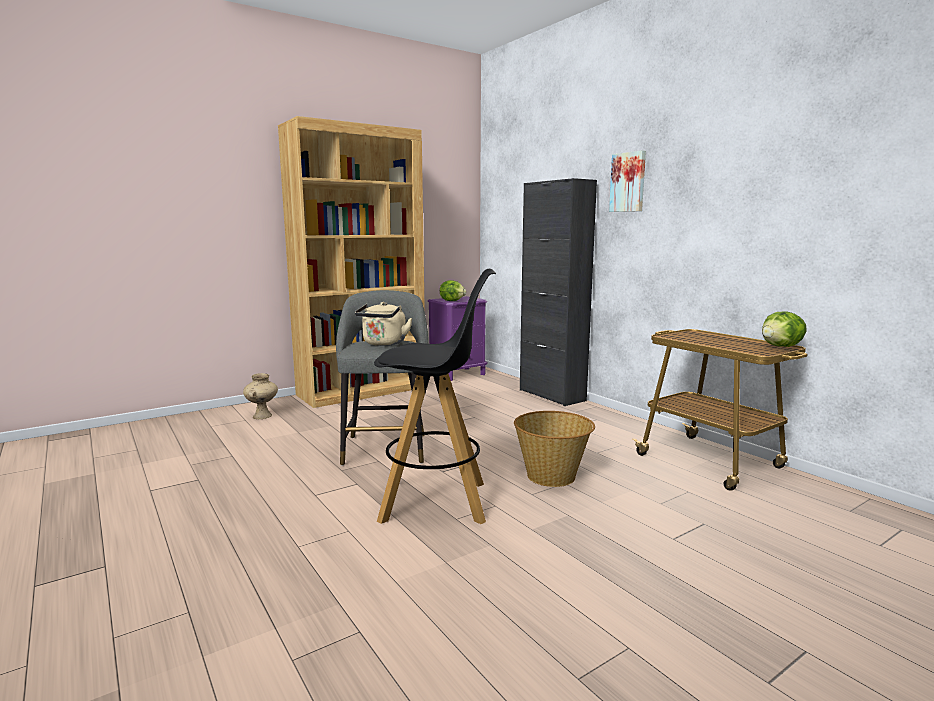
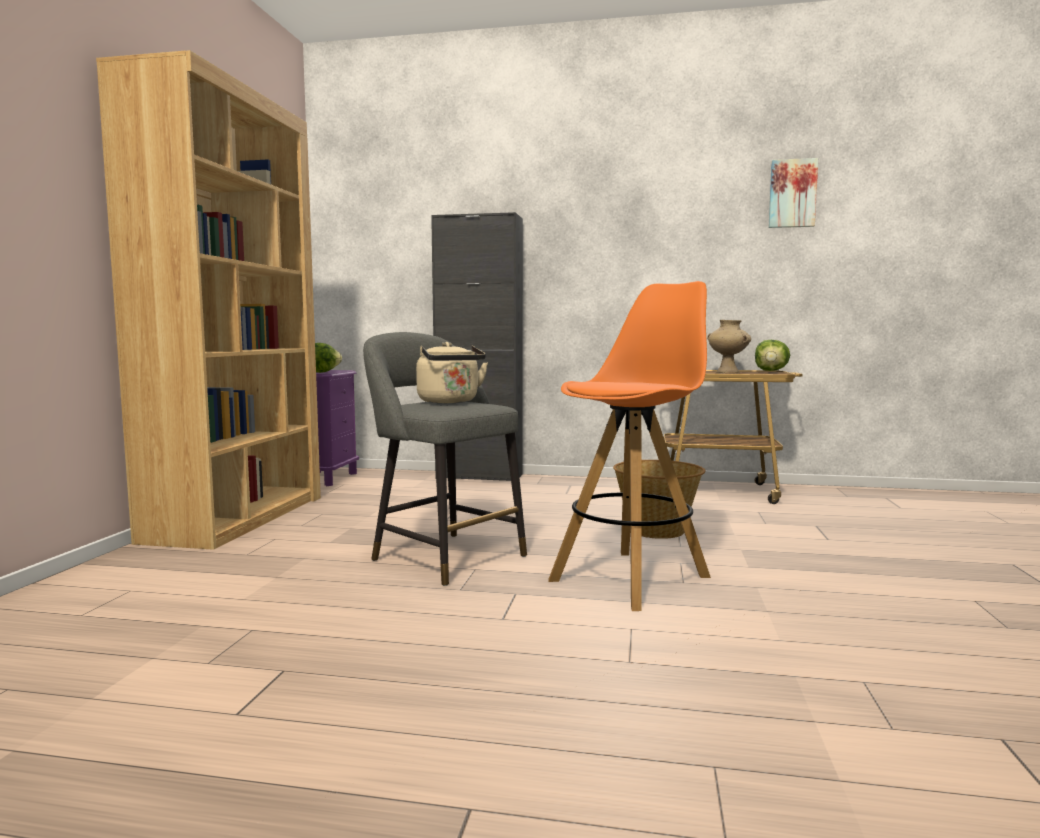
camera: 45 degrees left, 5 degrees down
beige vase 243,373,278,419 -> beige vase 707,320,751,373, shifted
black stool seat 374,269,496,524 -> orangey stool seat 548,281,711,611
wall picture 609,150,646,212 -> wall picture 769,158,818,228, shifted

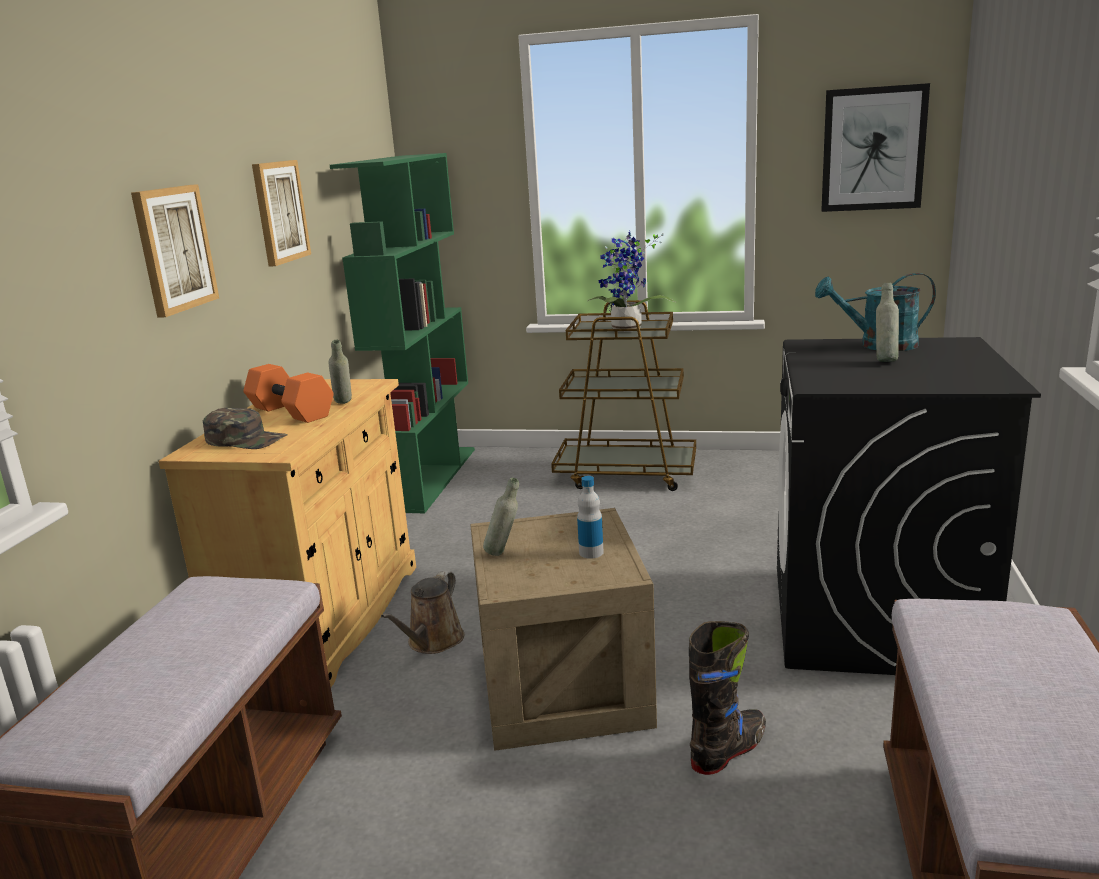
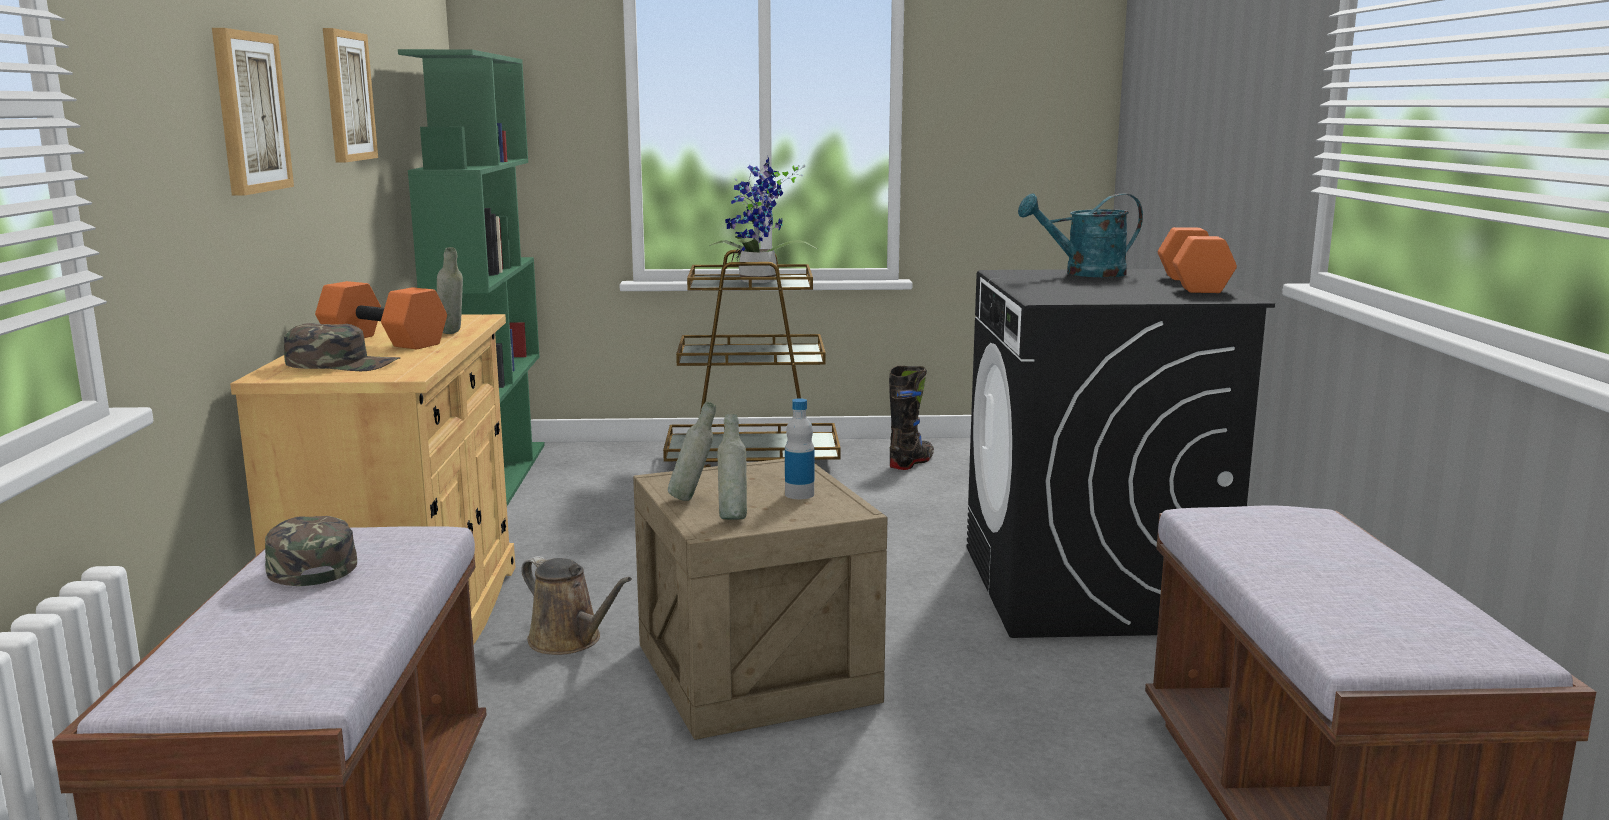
camera: 15 degrees left, 5 degrees down
brownish watering can 381,571,464,654 -> brownish watering can 521,556,632,655, 60 degrees counterclockwise
black tall boot 689,621,766,775 -> black tall boot 889,365,934,470, shifted
wall picture 821,83,930,212 -> none
greyish bottle 876,283,899,362 -> greyish bottle 717,414,747,520, shifted
none -> green-coloured peaked cap 265,516,357,586
none -> orangey free weight 1158,227,1237,293

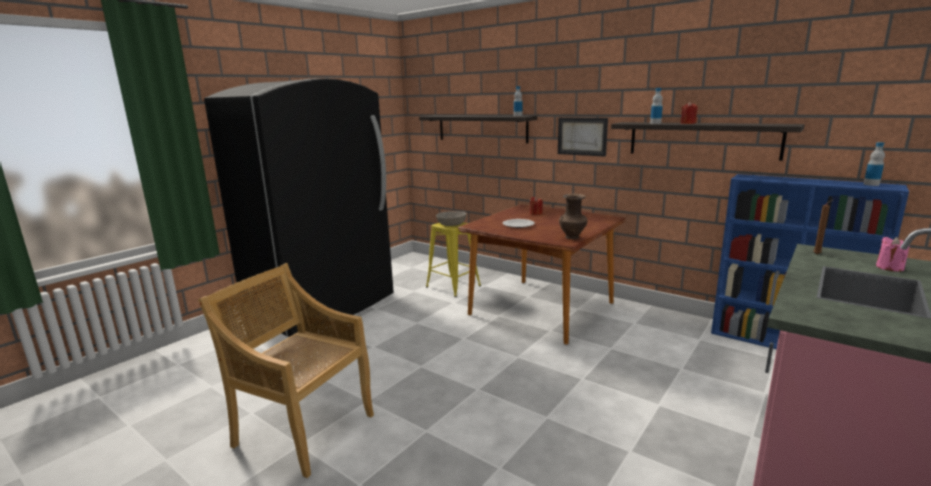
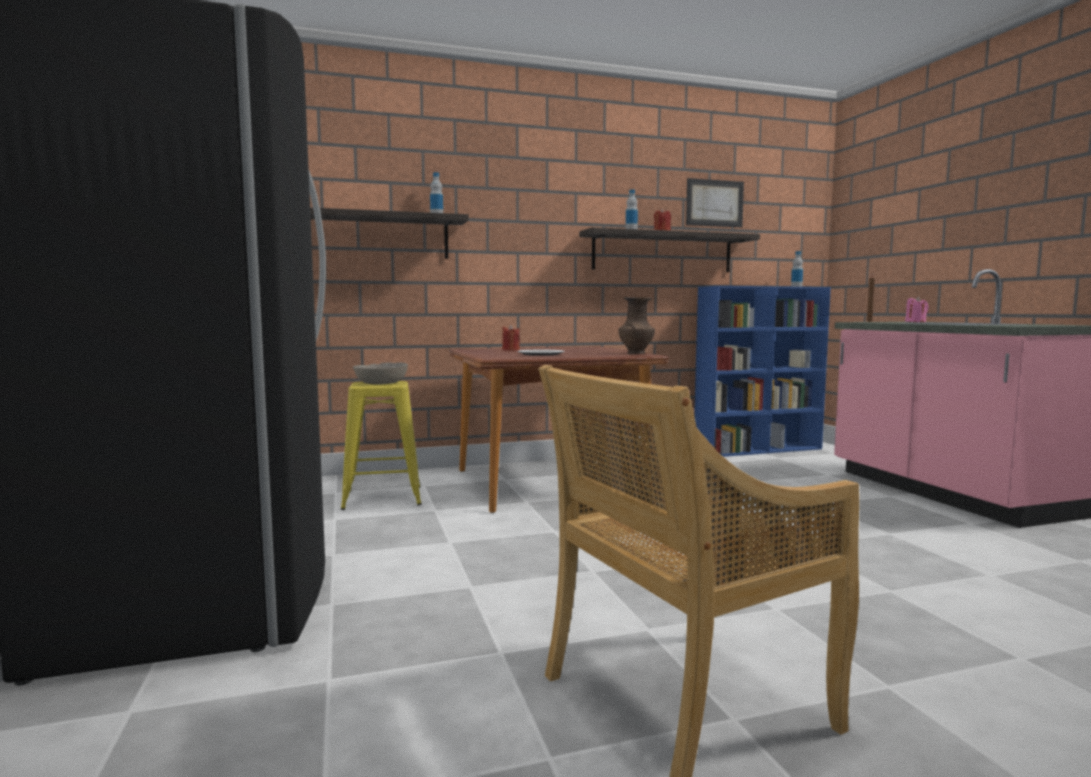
camera: 55 degrees left, 10 degrees down
wall picture 558,118,608,157 -> wall picture 686,178,744,227, shifted

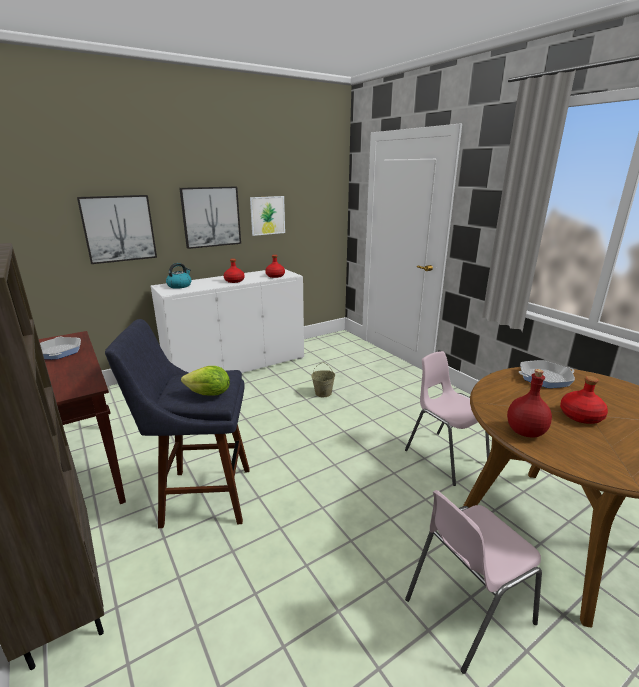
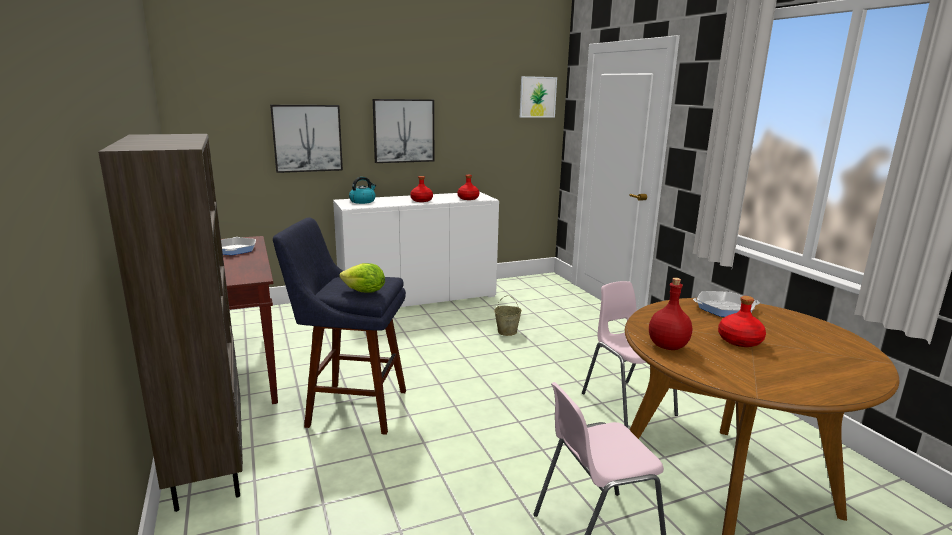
camera: 10 degrees right, 5 degrees down
wall picture 250,196,285,236 -> wall picture 520,76,557,118, shifted

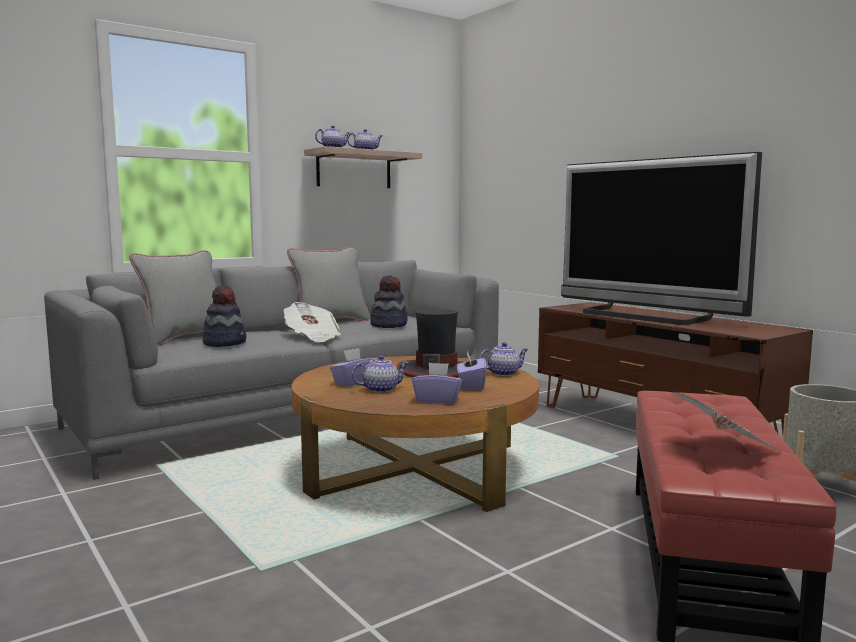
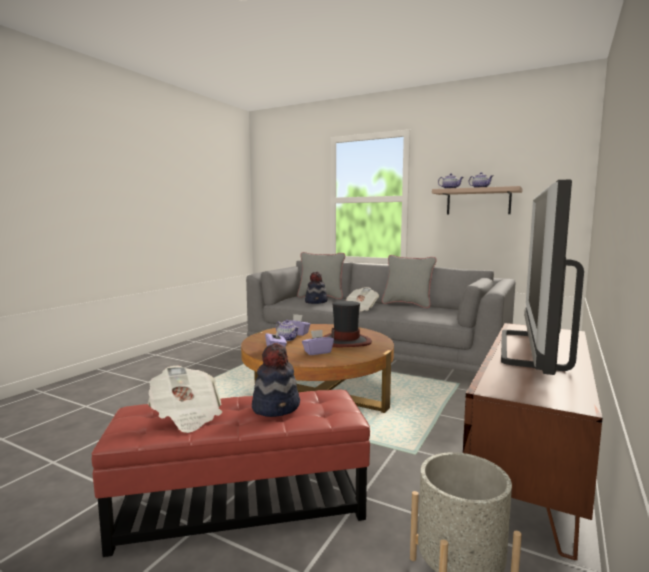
camera: 65 degrees right, 0 degrees up
hat 370,275,408,328 -> hat 252,343,300,417, shifted
teapot 479,342,528,376 -> none

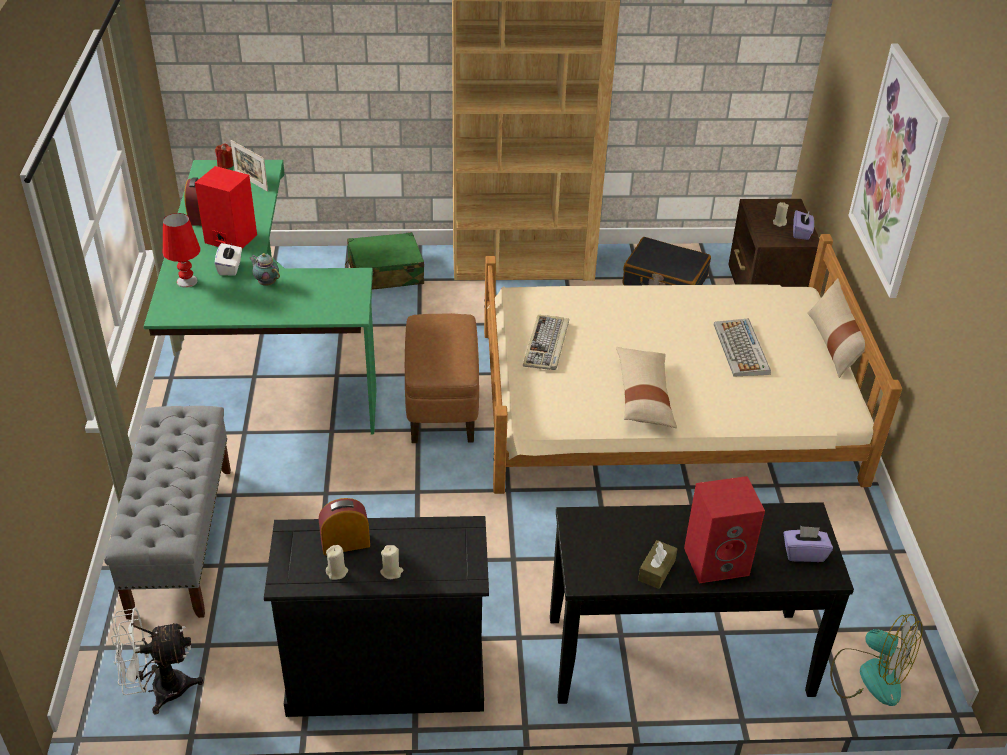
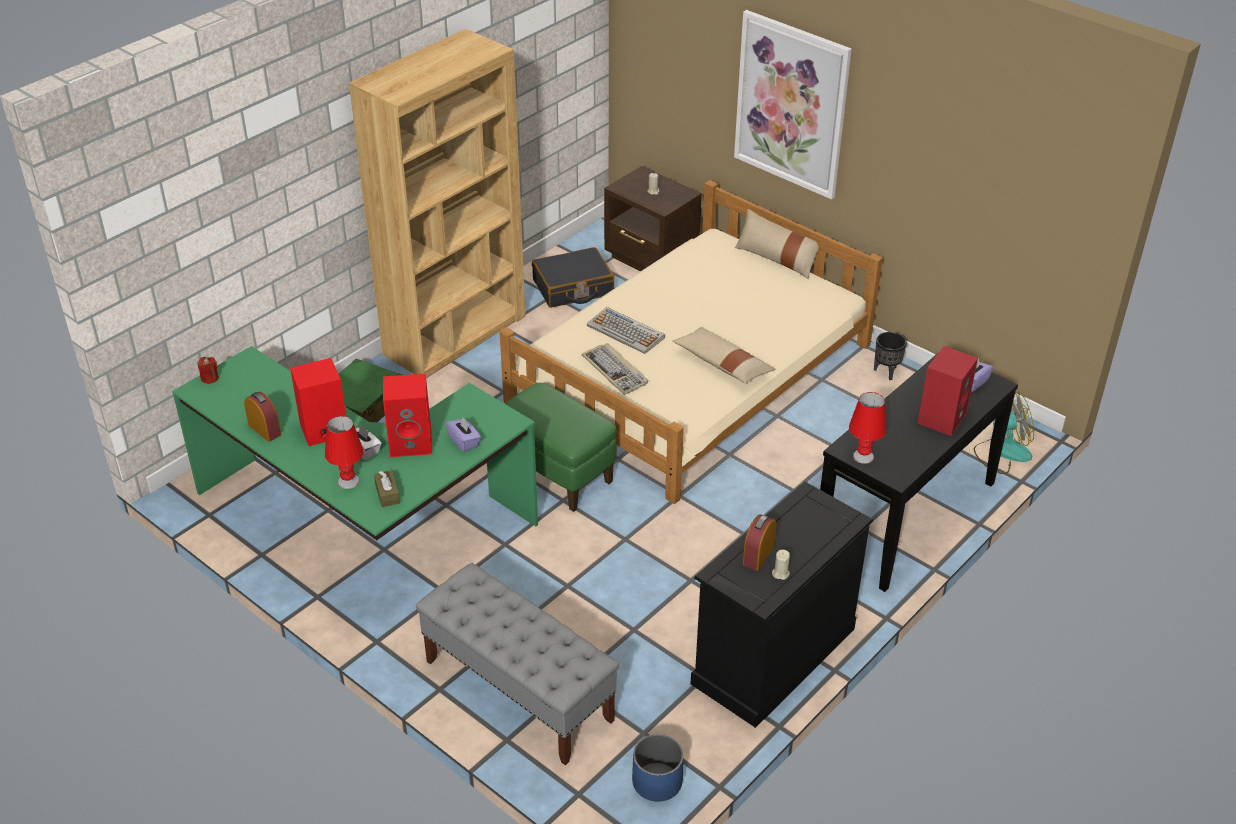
camera: 45 degrees left, 0 degrees up
white-coloured fan 111,608,204,715 -> blue-coloured plant pot 632,734,684,802
standing frame 230,140,268,192 -> none
teapot 249,253,280,286 -> reddish audio speaker 383,374,432,457
beige candle 380,545,403,579 -> none
brownish ottoman 405,313,479,443 -> green-coloured ottoman 505,383,617,512
brownish tissue holder 638,540,678,589 -> brownish tissue holder 374,470,400,507, shifted
keyboard 714,319,771,377 -> keyboard 587,307,665,354, shifted
purple-coloured tissue holder 793,210,814,240 -> purple-coloured tissue holder 445,416,481,452, shifted
none -> reddish tabletop lamp 849,392,887,464
none -> black plant pot 874,332,907,380

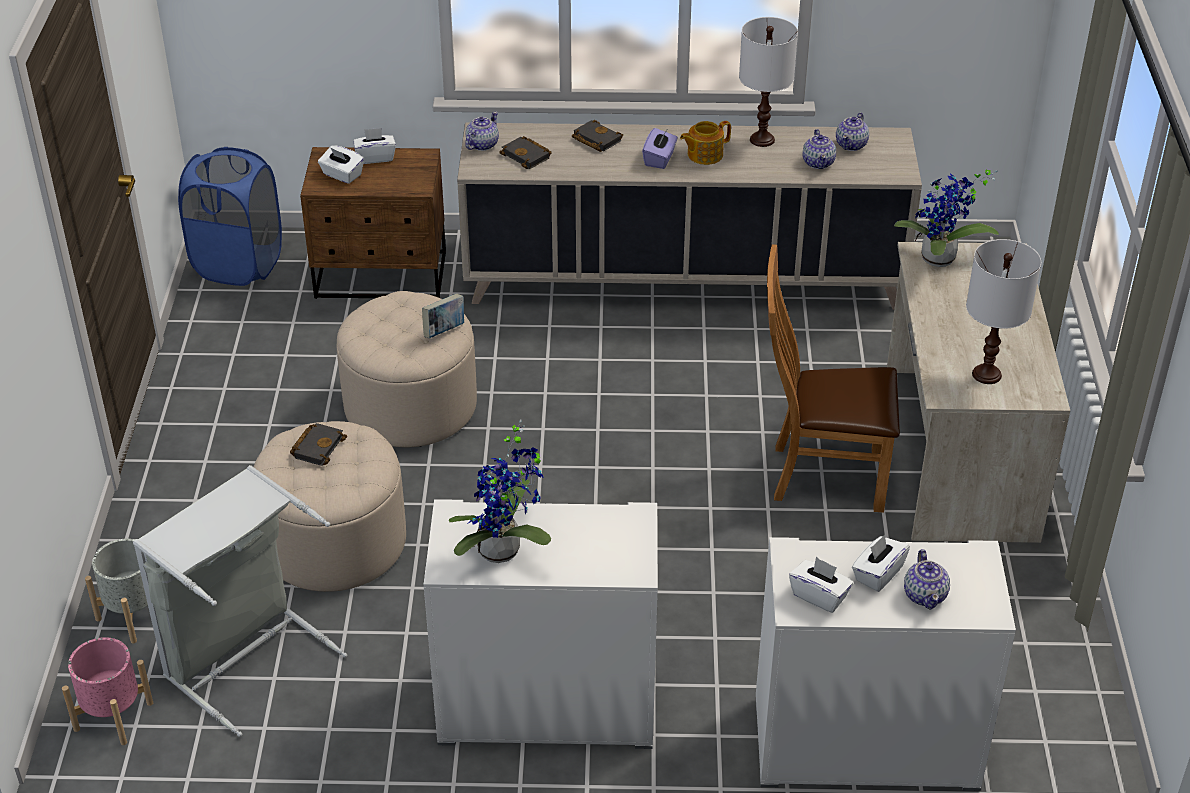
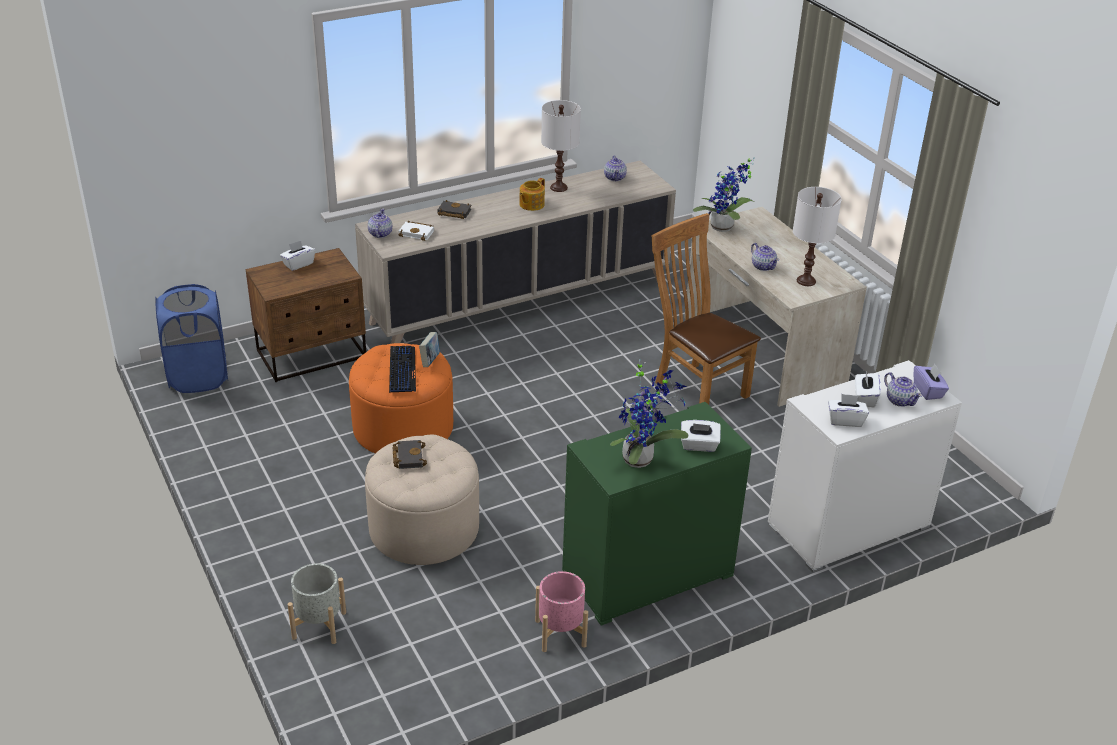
camera: 30 degrees left, 5 degrees down
pink plant pot 62,637,153,745 -> pink plant pot 535,571,588,652, shifted
greyish washing basket 133,465,347,737 -> none
white-coloured tissue holder 318,145,364,184 -> white-coloured tissue holder 681,420,721,452, shifted
beige ottoman 337,291,477,447 -> orangey ottoman 349,343,453,454
white-coloured drawer chest 424,499,658,749 -> green-coloured drawer chest 562,402,752,625
black book 499,136,552,169 -> white-coloured book 398,221,434,241
purple-coloured tissue holder 642,128,678,169 -> purple-coloured tissue holder 914,364,949,400, shifted
brownish plain chair 767,245,900,513 -> brownish plain chair 652,213,761,405, 75 degrees clockwise
teapot 802,129,836,169 -> teapot 751,243,779,271, shifted
none -> keyboard 389,346,416,393

